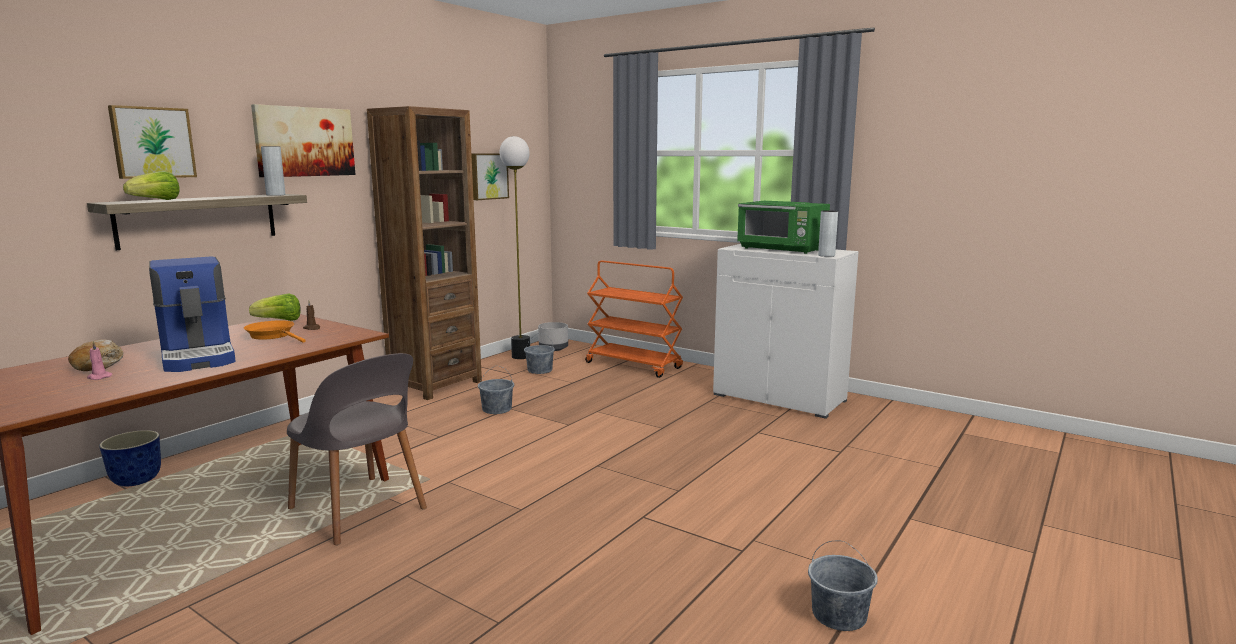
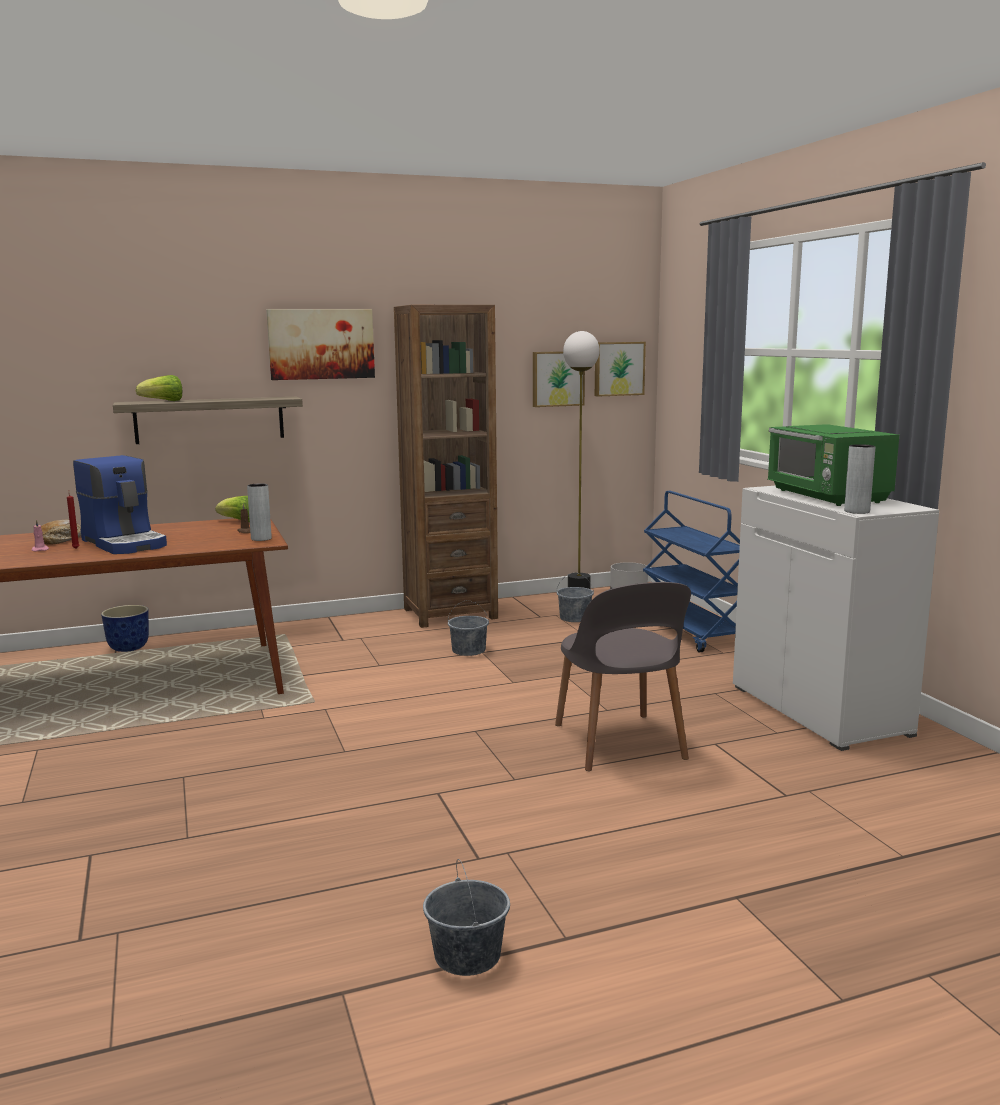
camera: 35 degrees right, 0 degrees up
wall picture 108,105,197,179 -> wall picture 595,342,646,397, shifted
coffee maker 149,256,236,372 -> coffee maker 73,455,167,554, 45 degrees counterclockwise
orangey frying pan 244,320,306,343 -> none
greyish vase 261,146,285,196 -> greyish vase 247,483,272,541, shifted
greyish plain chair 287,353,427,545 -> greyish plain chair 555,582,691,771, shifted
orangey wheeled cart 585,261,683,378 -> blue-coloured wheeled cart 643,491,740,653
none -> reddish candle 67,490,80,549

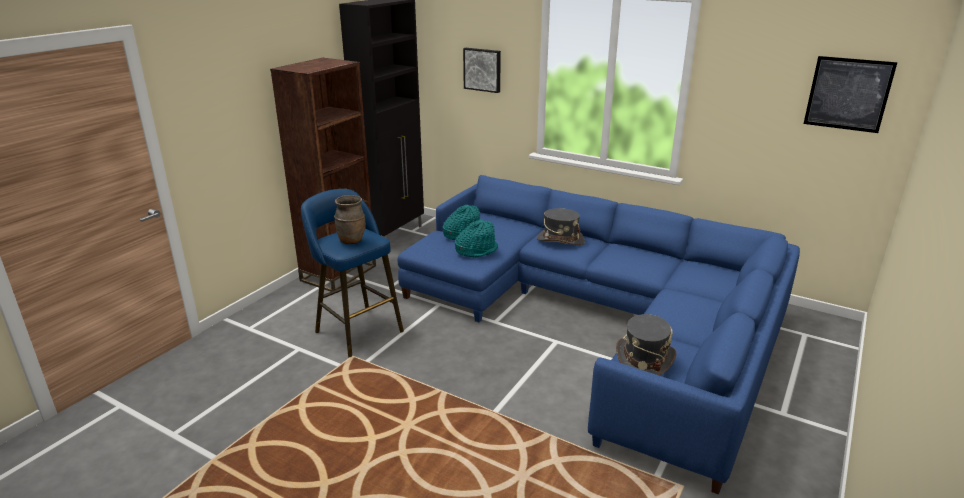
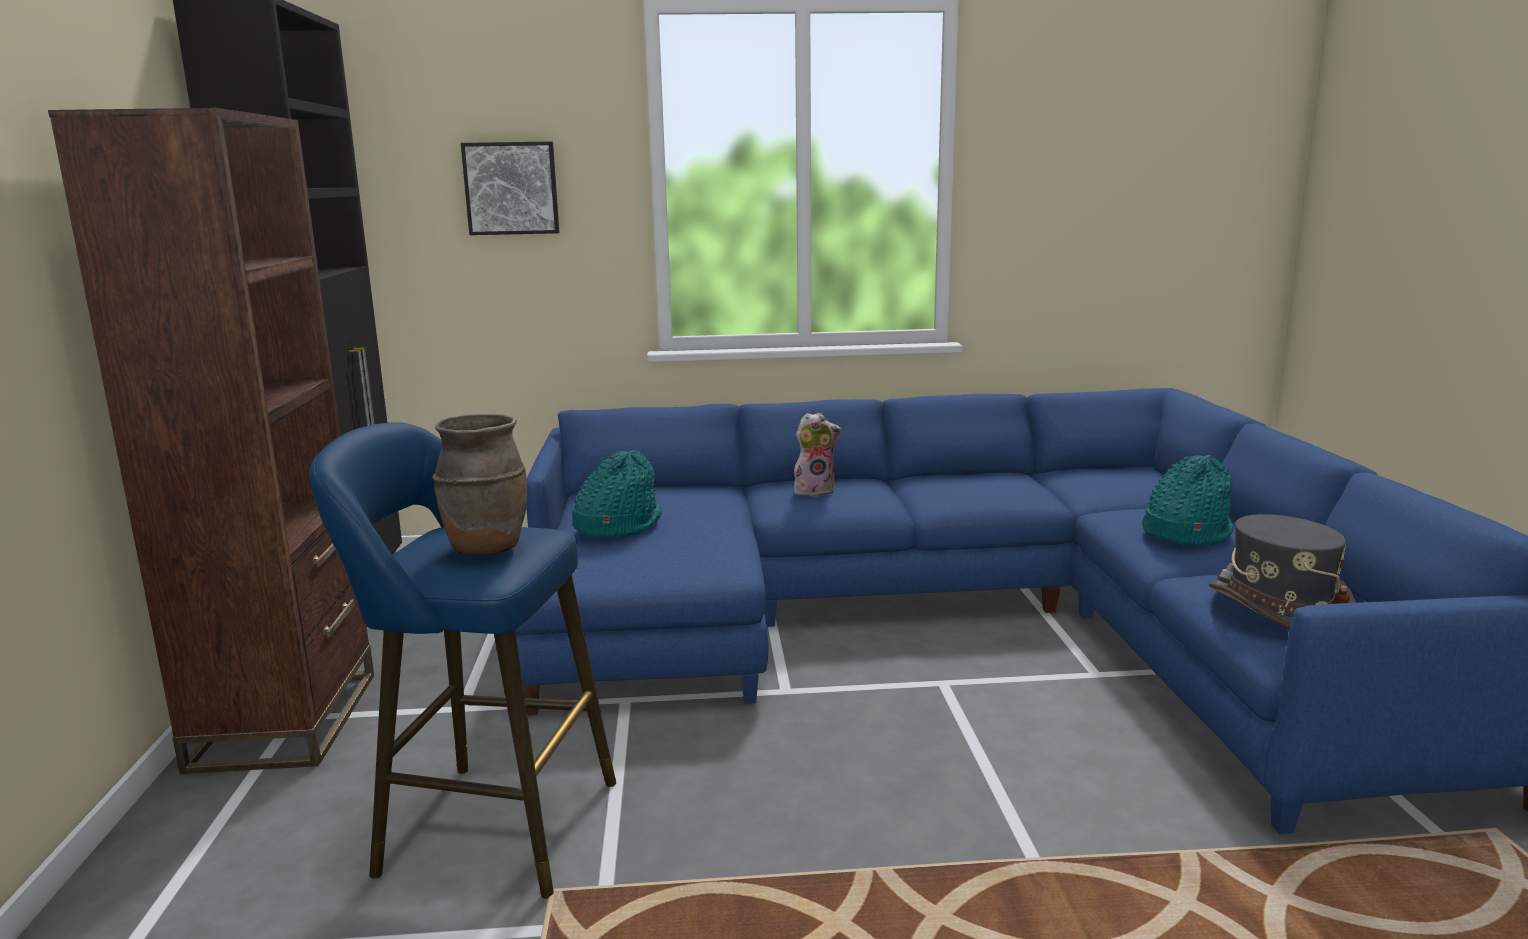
camera: 35 degrees left, 10 degrees down
turquoise hat 455,220,498,257 -> turquoise hat 1142,455,1234,546, shifted
greyish hat 537,208,585,245 -> soft toy 794,413,841,497
wall picture 804,56,897,133 -> none

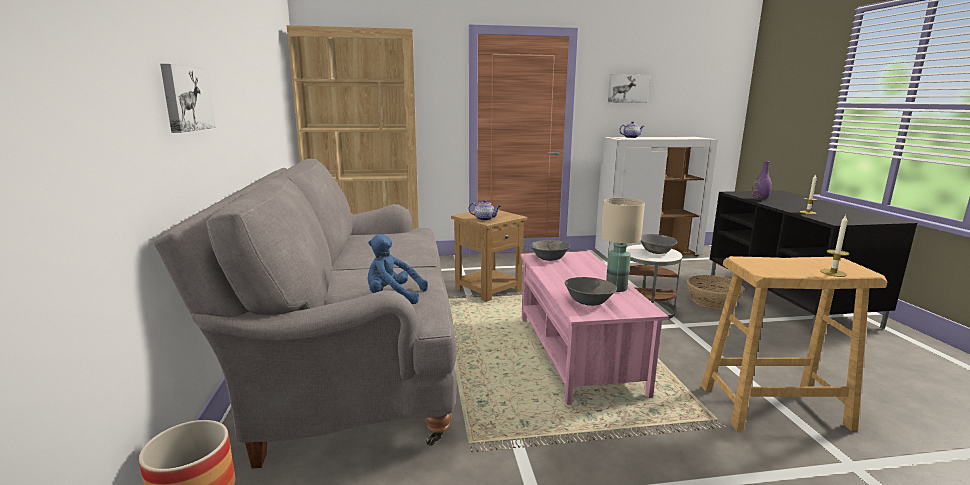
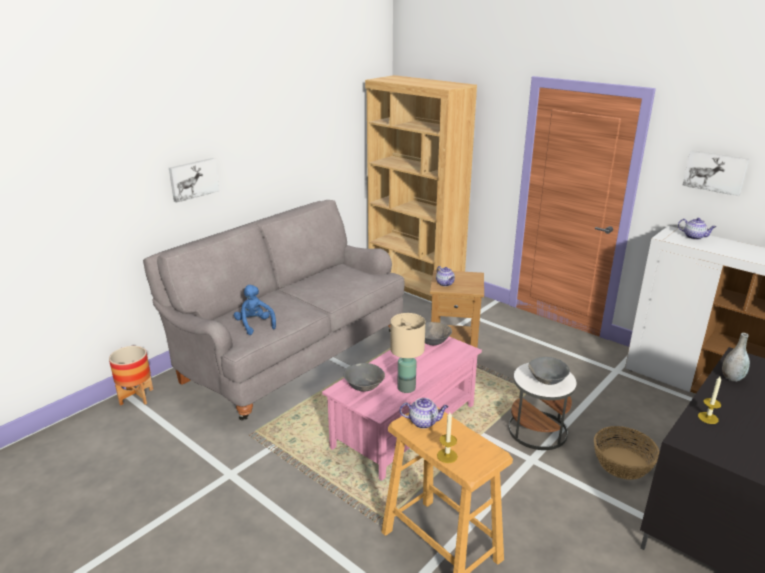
camera: 50 degrees right, 10 degrees up
purple-coloured vase 752,161,772,200 -> greyish vase 722,333,750,382
none -> teapot 400,398,449,429

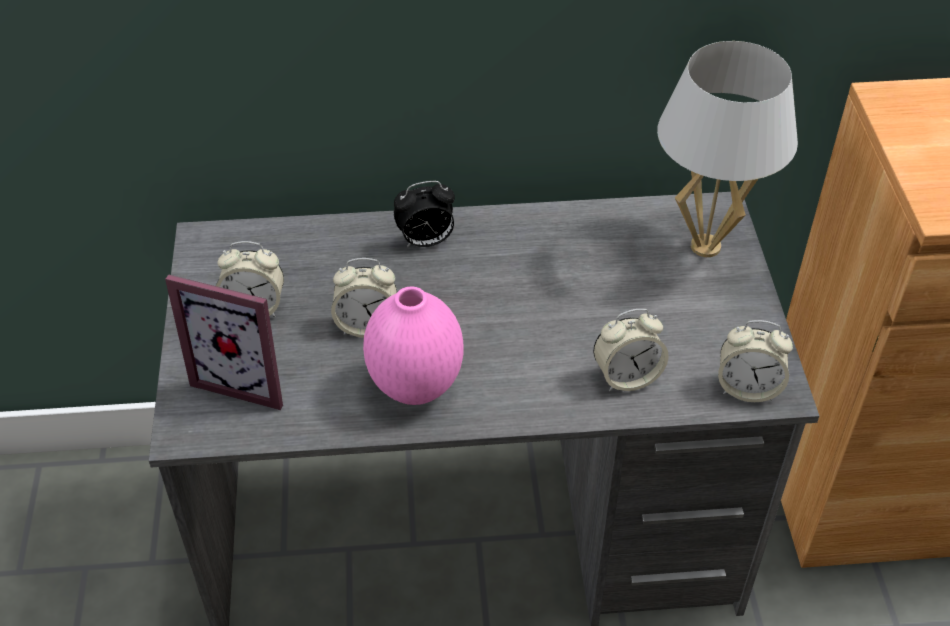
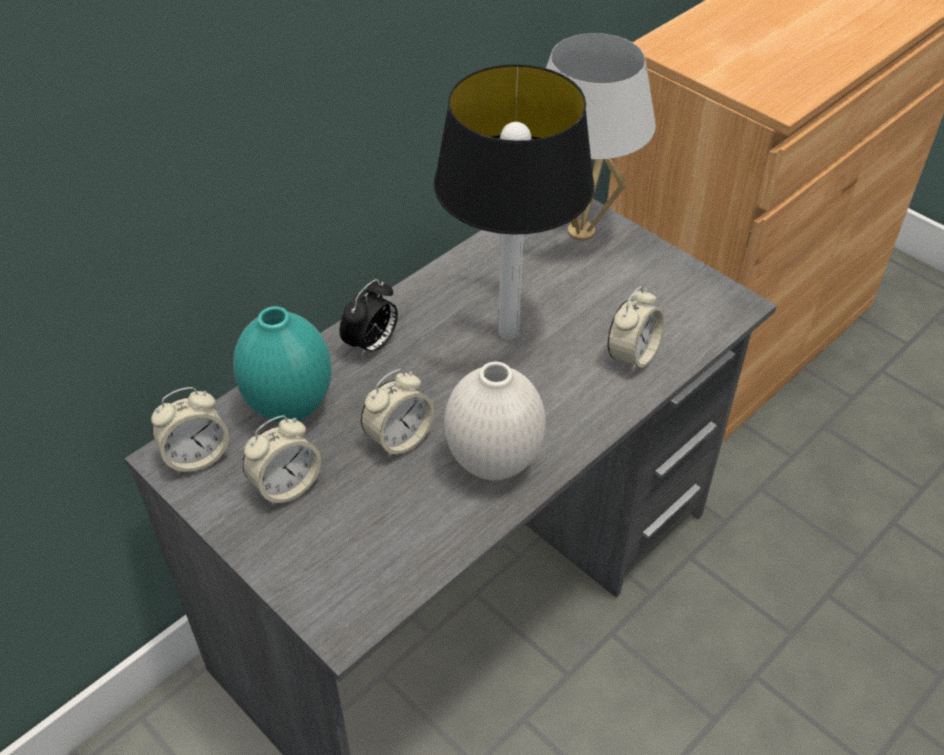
camera: 40 degrees left, 0 degrees up
standing frame 165,275,283,410 -> none
pink vase 363,287,463,405 -> white-coloured vase 444,362,545,480
bedside clock 718,320,793,402 -> bedside clock 151,387,229,474, shifted
none -> turquoise vase 233,306,332,422
none -> tabletop lamp 434,64,595,340

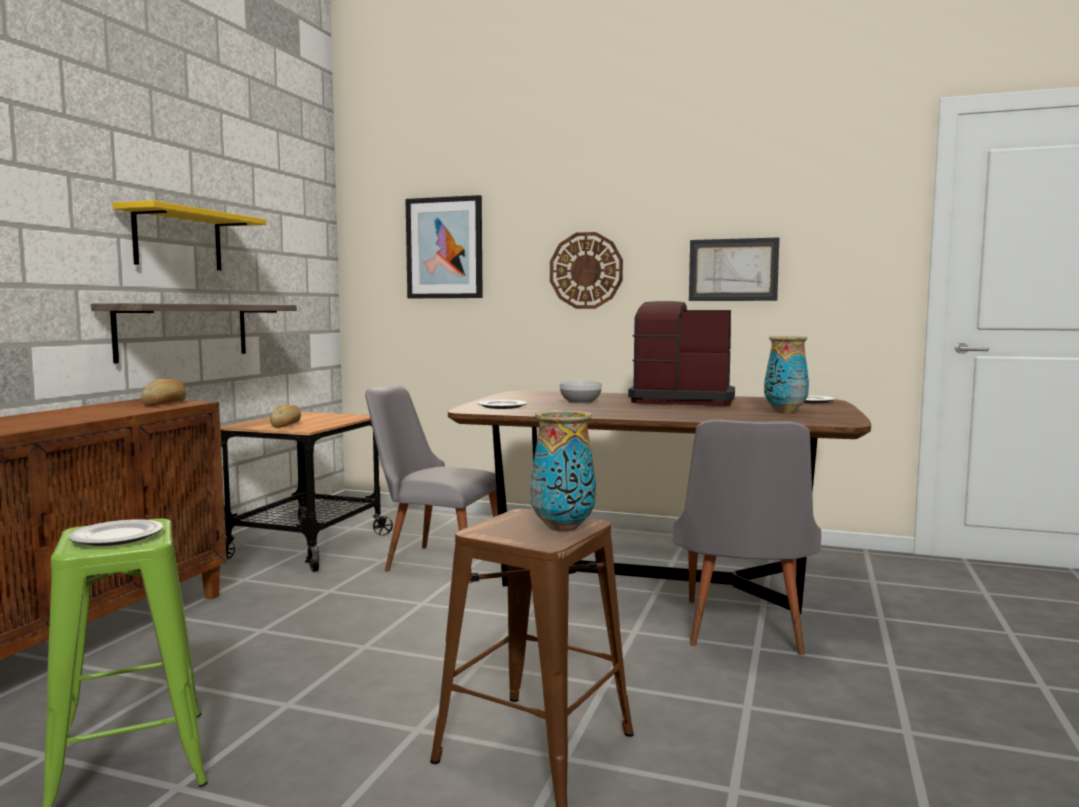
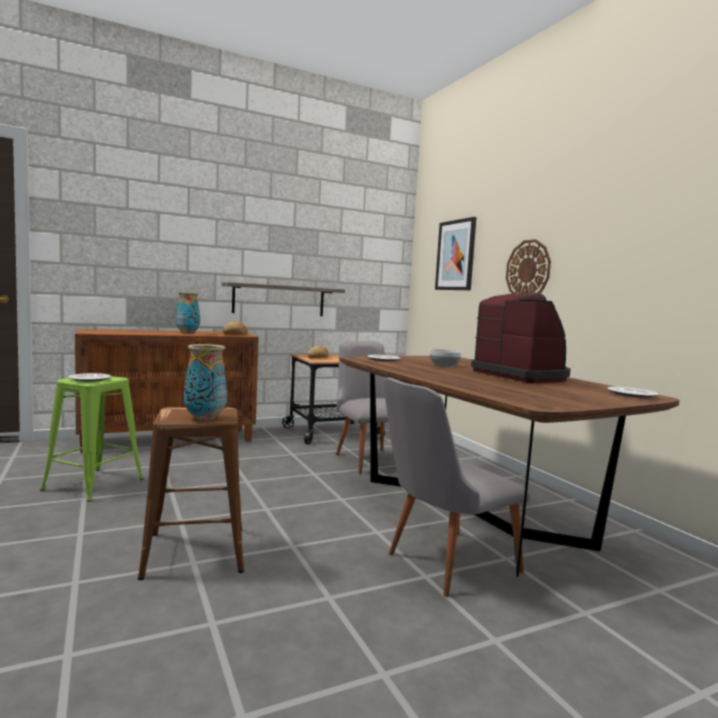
camera: 45 degrees right, 0 degrees up
yellow-coloured shelf 113,200,267,270 -> none
wall picture 689,237,779,301 -> none
vase 764,336,809,413 -> vase 176,292,200,334, shifted

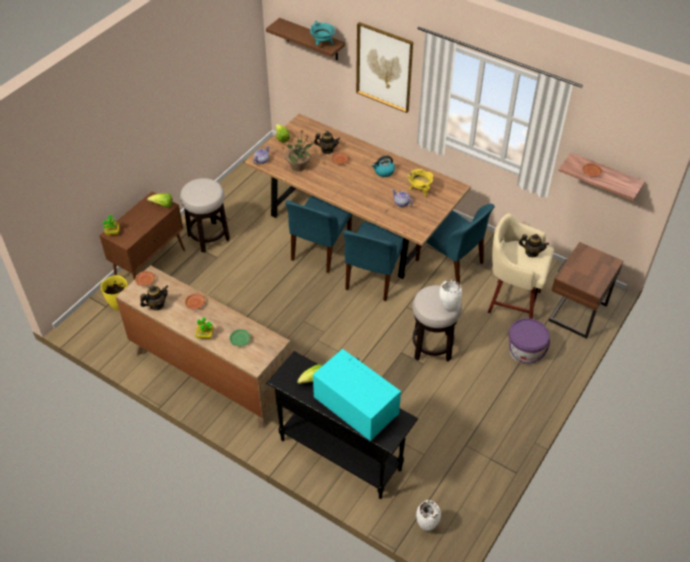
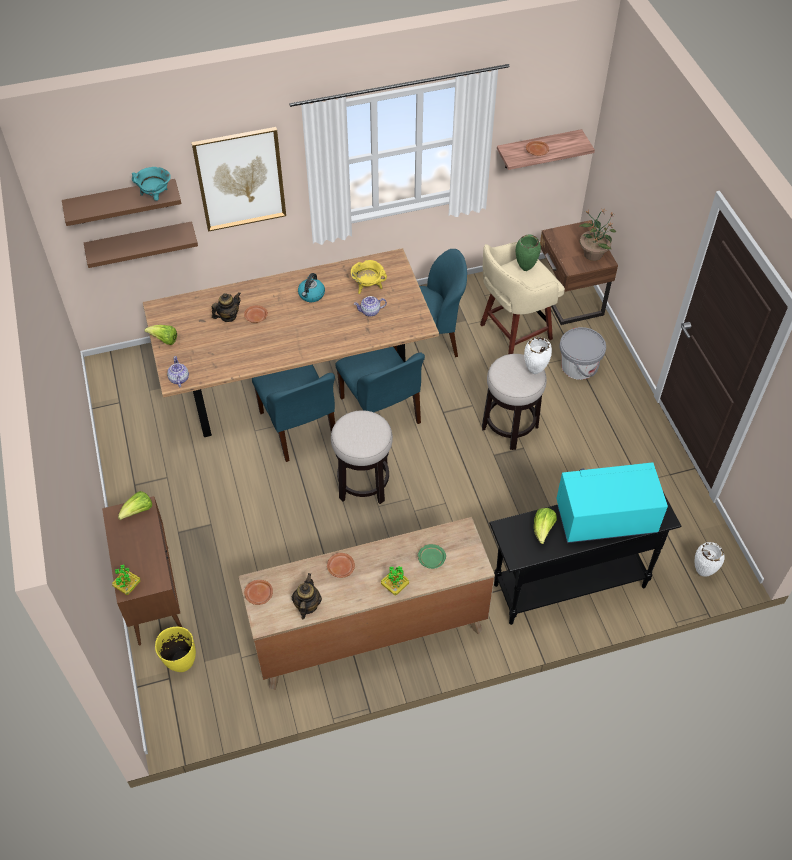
camera: 50 degrees left, 5 degrees up
stool seat 180,178,230,253 -> stool seat 331,410,393,504, shifted
houseplant 282,130,313,171 -> houseplant 579,210,616,261, shifted
purple-coloured water bucket 509,318,550,364 -> greyish water bucket 560,327,606,380
teapot 519,234,549,257 -> green-coloured vase 516,234,541,271
none -> brownish shelf 84,221,198,268

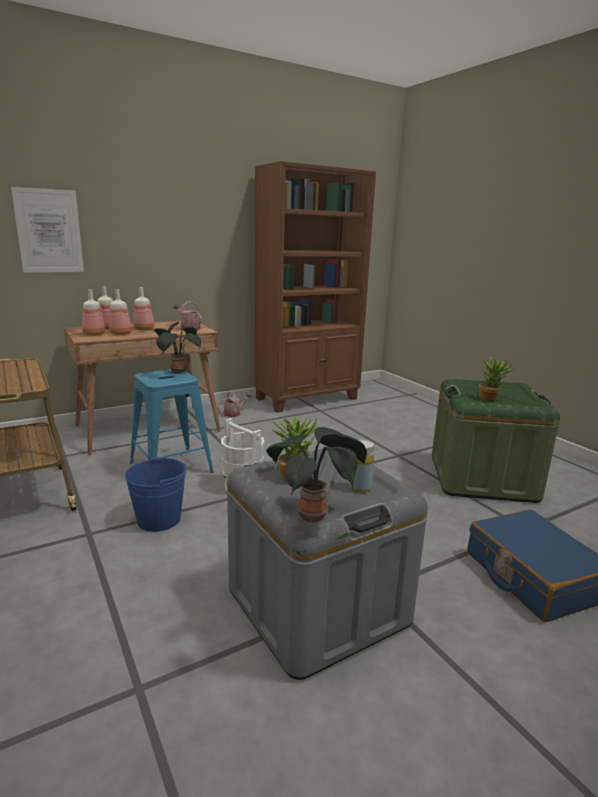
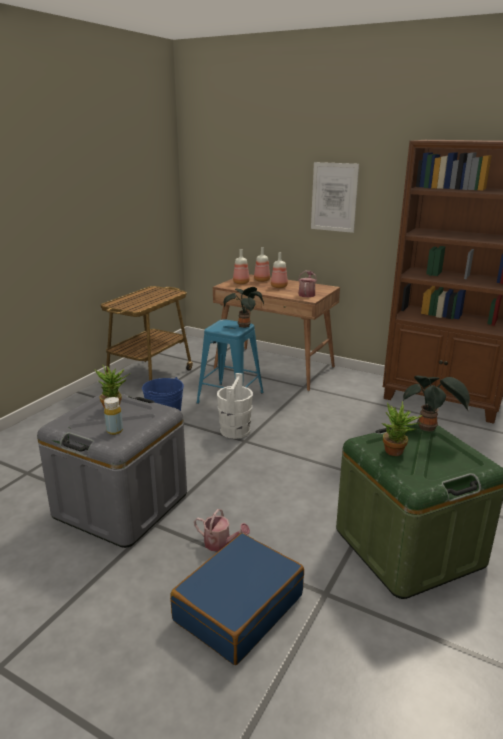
camera: 60 degrees right, 5 degrees up
wall picture 11,187,84,273 -> wall picture 311,162,359,233, shifted
bottle 109,290,132,335 -> none
watering can 217,391,252,417 -> watering can 194,509,250,551, shifted
houseplant 266,427,367,522 -> houseplant 403,376,470,431, shifted

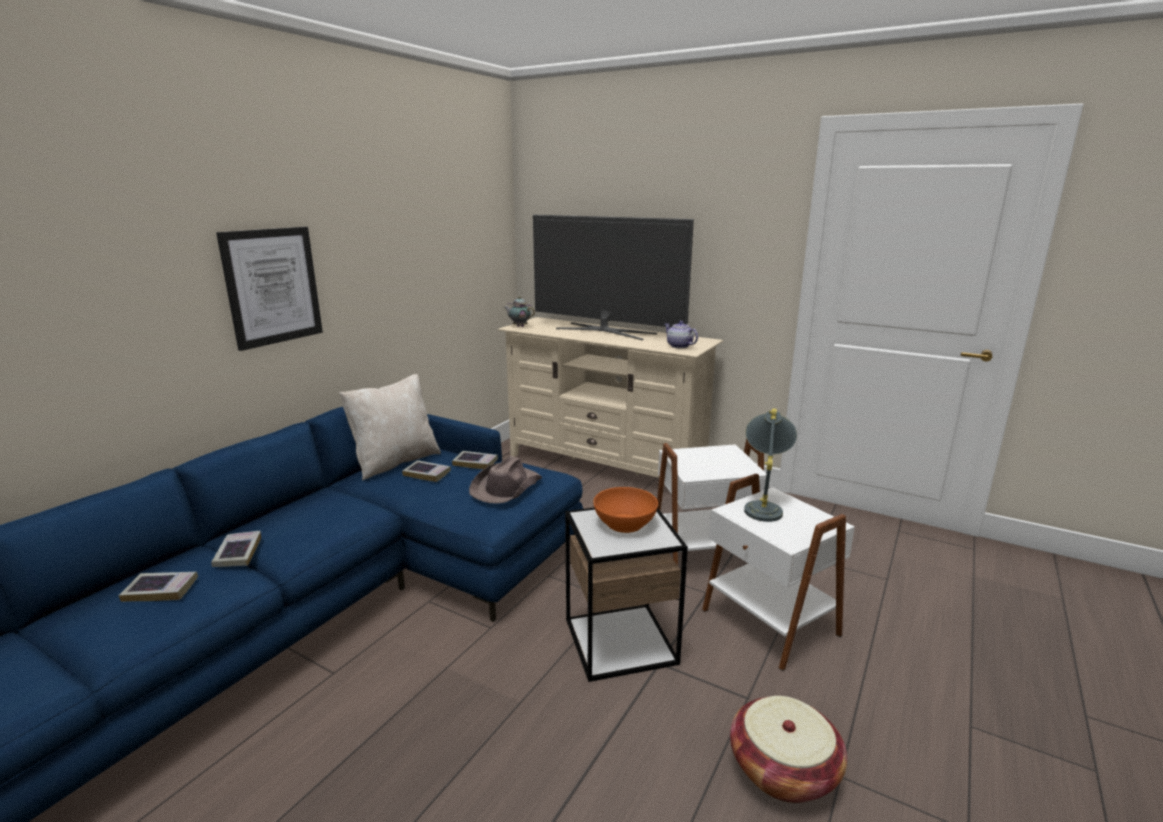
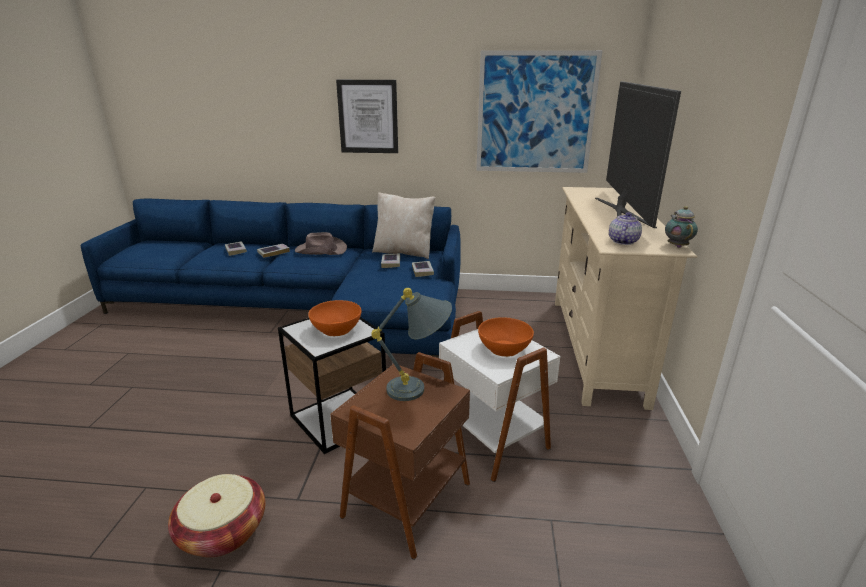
camera: 65 degrees right, 5 degrees up
brownish hat 469,456,543,504 -> brownish hat 295,232,347,255, shifted
teapot 504,296,535,327 -> teapot 665,206,698,248, shifted
white-coloured end table 702,474,855,671 -> brownish end table 330,352,470,560
none -> wall picture 476,50,603,173
none -> orangey deep dish 478,317,534,357

